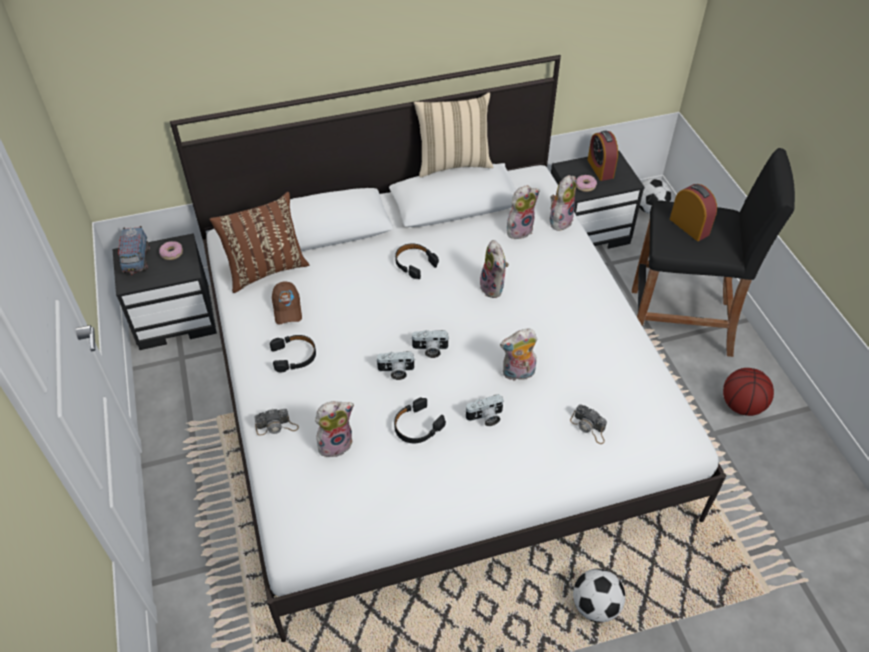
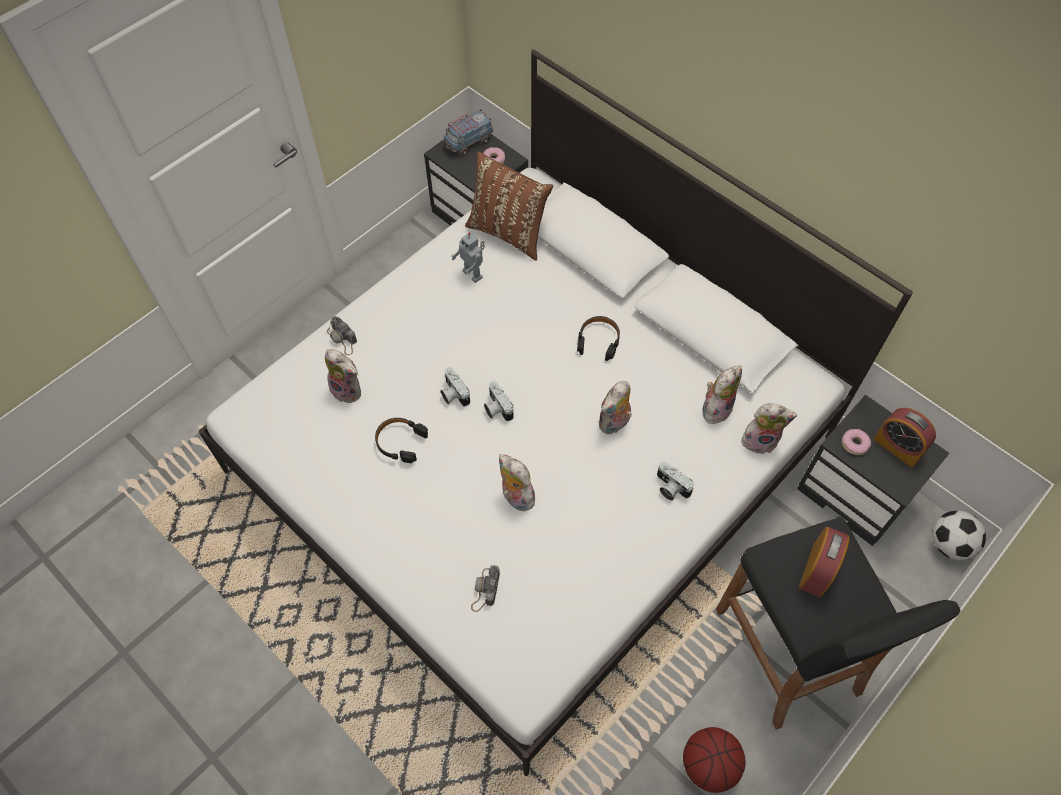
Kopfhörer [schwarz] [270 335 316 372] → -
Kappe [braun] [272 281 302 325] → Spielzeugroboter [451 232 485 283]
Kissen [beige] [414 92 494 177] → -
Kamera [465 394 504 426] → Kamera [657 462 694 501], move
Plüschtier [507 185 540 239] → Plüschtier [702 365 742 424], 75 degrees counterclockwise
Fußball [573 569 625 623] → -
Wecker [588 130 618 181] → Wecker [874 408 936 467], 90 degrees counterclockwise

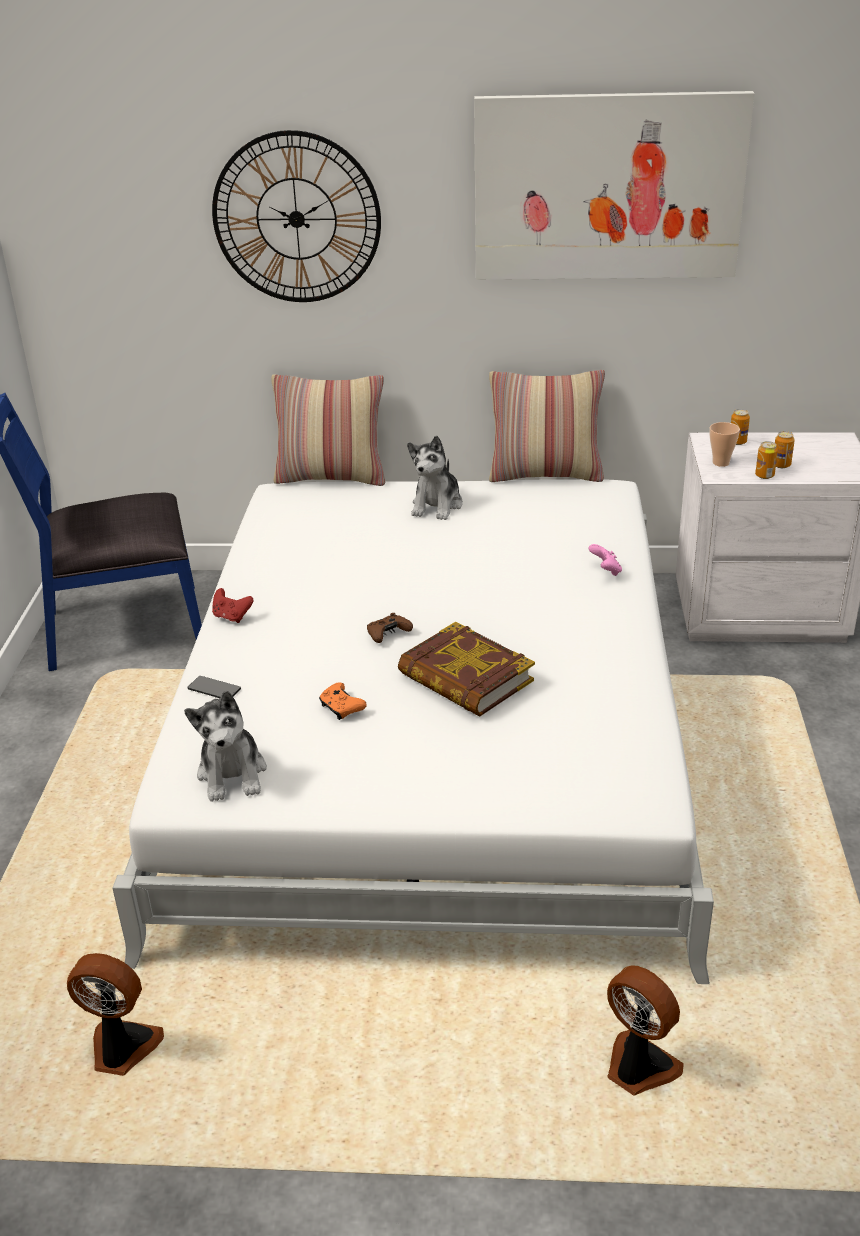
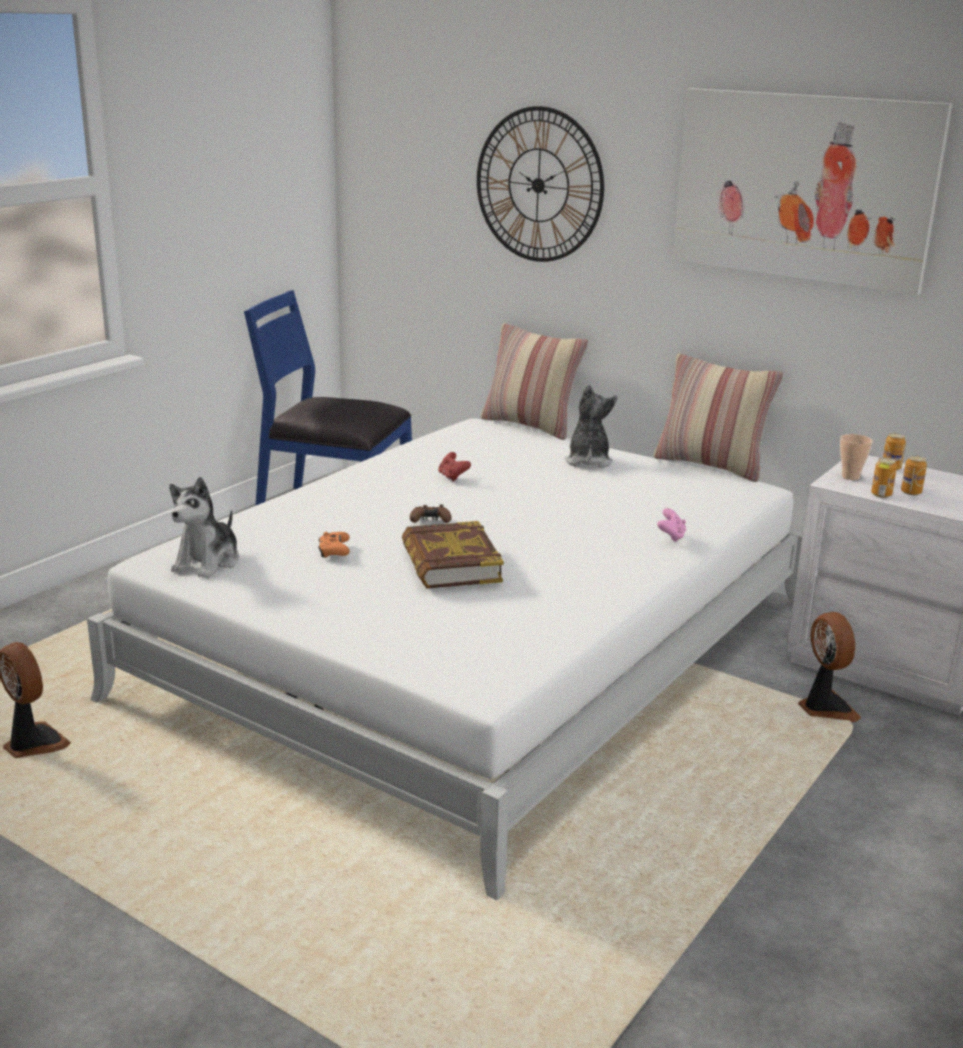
Handy [187 676 241 698] → -
Gamepad [rot] [212 588 253 623] → Gamepad [rot] [438 452 471 482], move
Plüschtier [407 436 463 520] → Plüschtier [564 384 617 468], 135 degrees clockwise
Ventilator [607 965 684 1096] → Ventilator [798 612 861 722], move

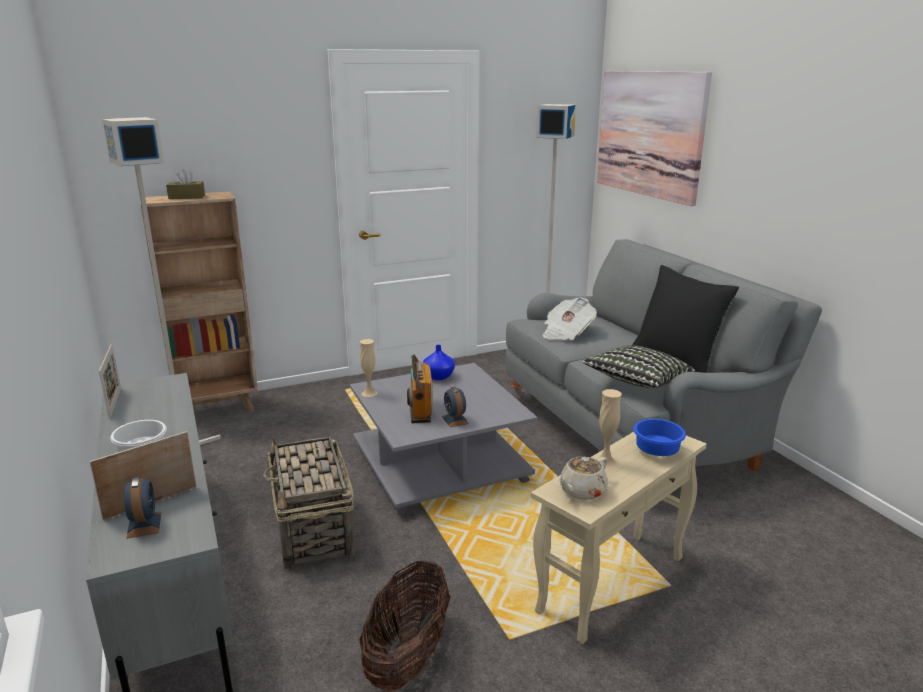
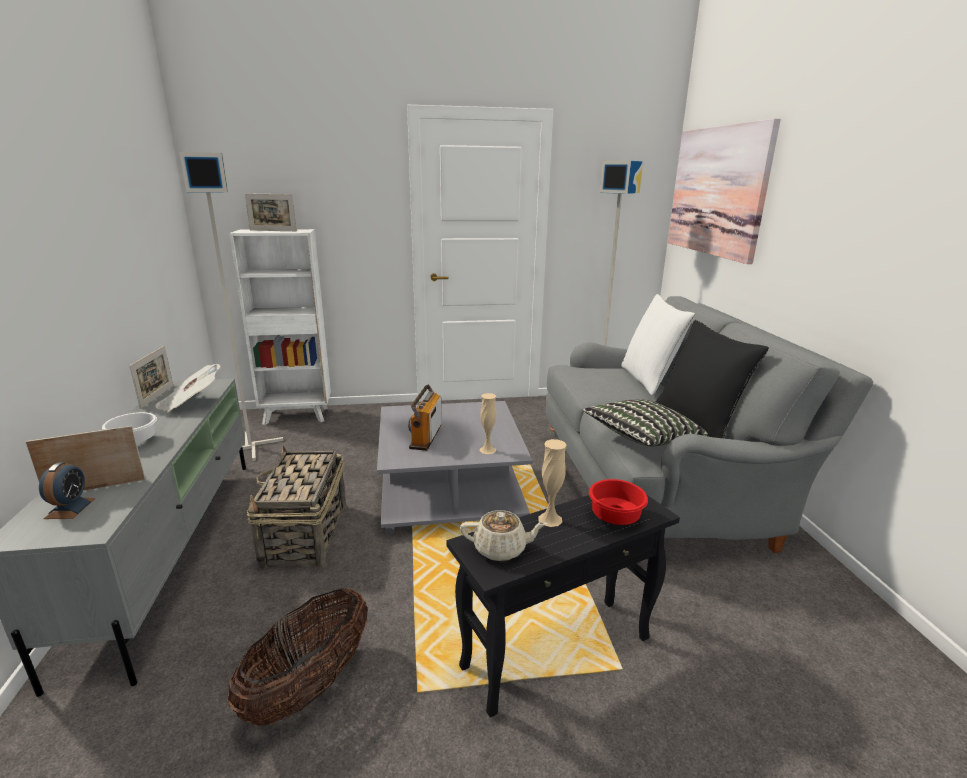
Bücherregal [braun] [140 192 258 413] → Bücherregal [weiß] [229 229 331 425]
Taschentuchbox [braun] [166 169 205 199] → Bilderrahmen [245 193 297 231]
Vase [beige] [360 339 377 397] → Vase [beige] [480 393 496 454], move
Vase [blau] [423 345 455 380] → -
Wecker [442 387 469 427] → -
Beistelltisch [beige] [531 432 707 644] → Beistelltisch [schwarz] [446 494 680 718]
Zeitung [543 298 597 340] → Zeitung [155 364 221 413], move
Teekanne [beige] [558 456 608 500] → Teekanne [beige] [460 510 547 561], 150 degrees counterclockwise
Schüssel [blau] [633 419 686 456] → Schüssel [rot] [589 479 648 525]
- → Kissen [weiß] [621 294 695 396]

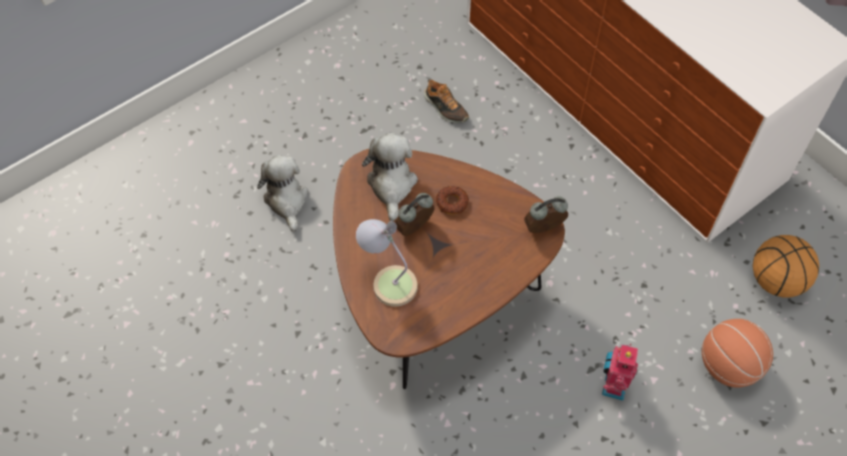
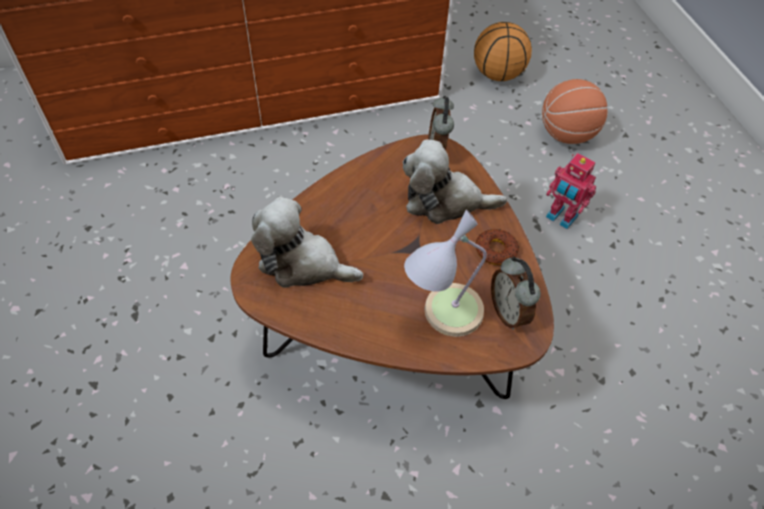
Plüschtier [257 155 309 232] → Plüschtier [403 139 507 224], move
Wecker [395 193 434 236] → Wecker [491 256 541 330], move
Schuh [424 79 469 123] → -
Donut [436 186 469 214] → Donut [476 229 519 265], move

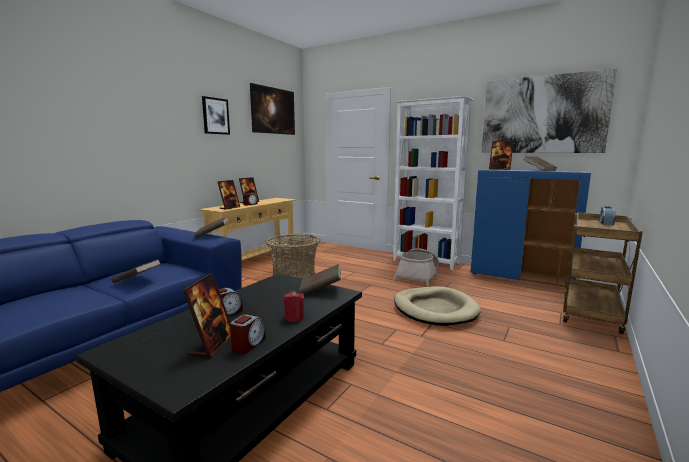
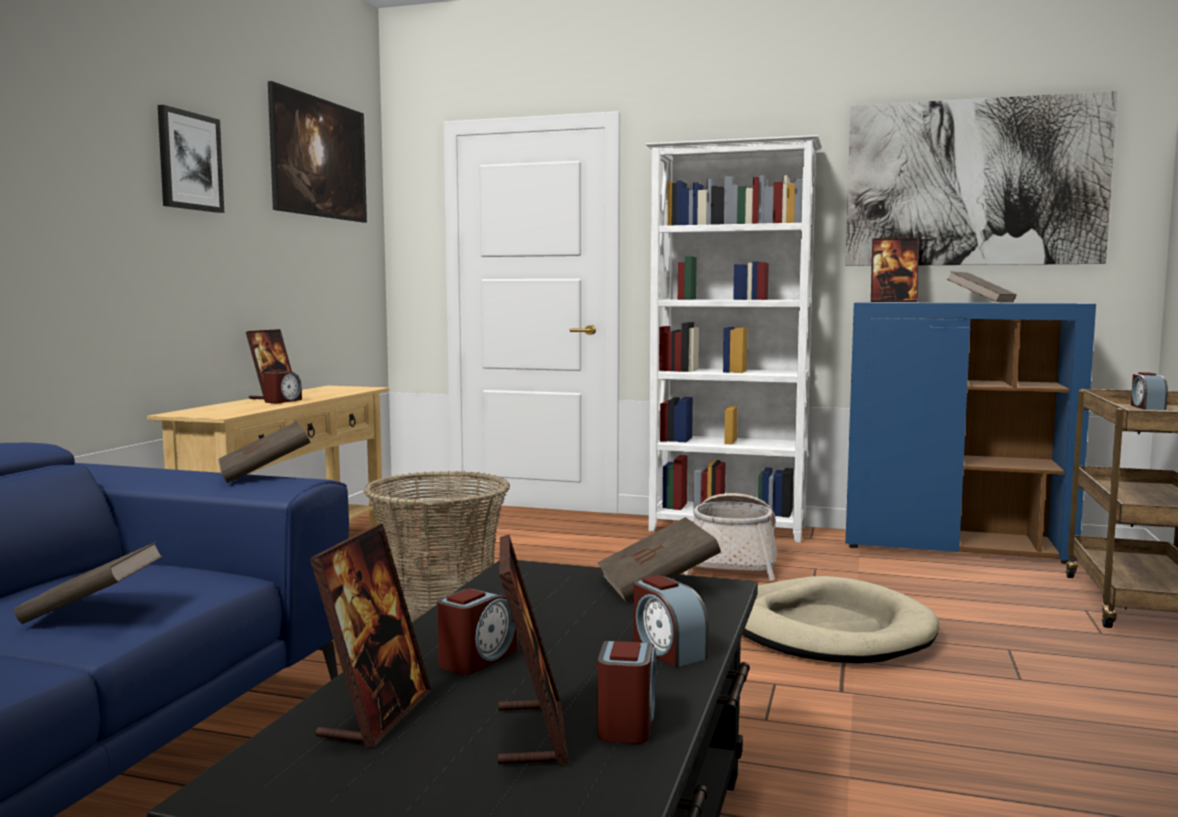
Bilderrahmen [218 180 240 210] → Bilderrahmen [310 523 431 748], move
Kerze [rot] [284 291 304 322] → Wecker [633 575 709 668]

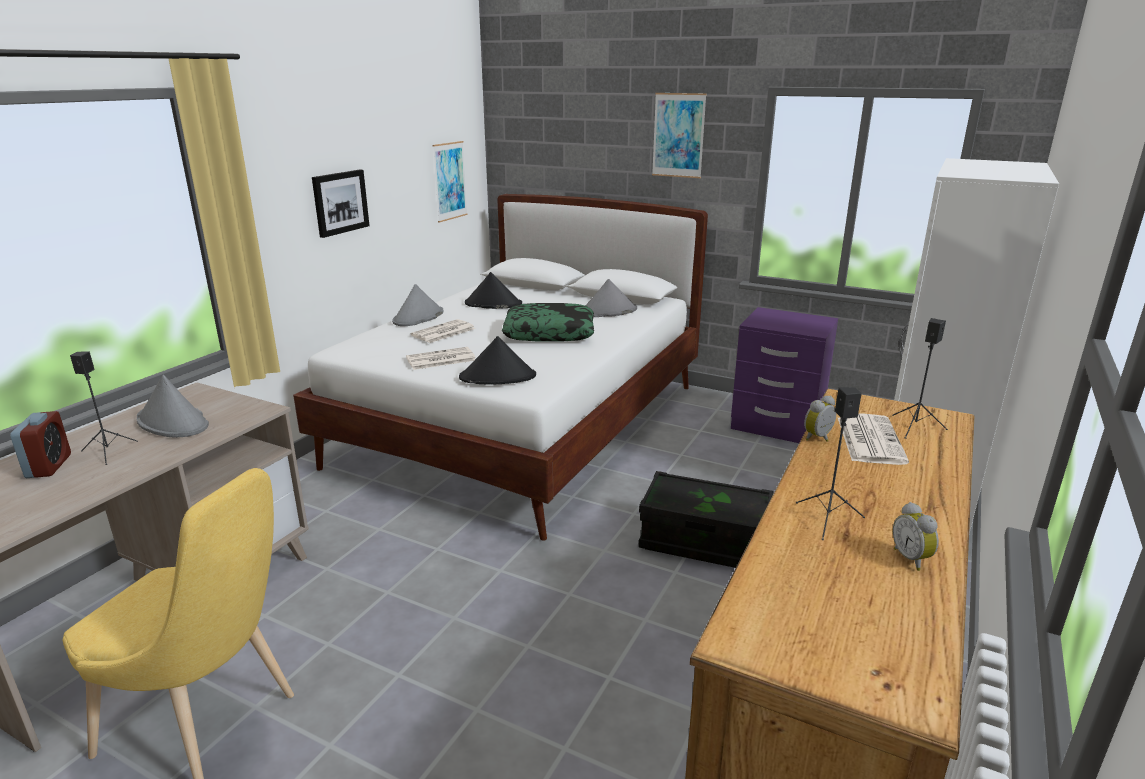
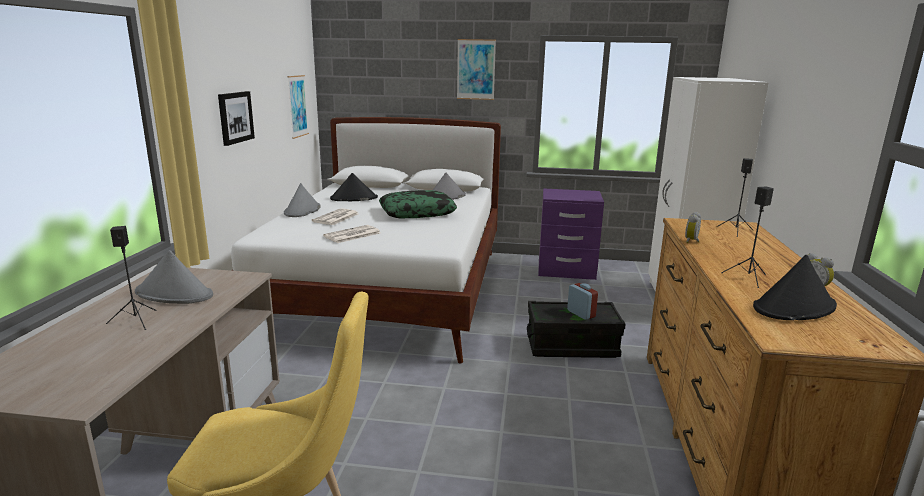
Wecker [10 411 71 478] → Wecker [567 283 598 320], move
Hut [schwarz] [459 336 536 385] → Hut [schwarz] [753 255 837 320], move
Zeitung [838 413 909 465] → -

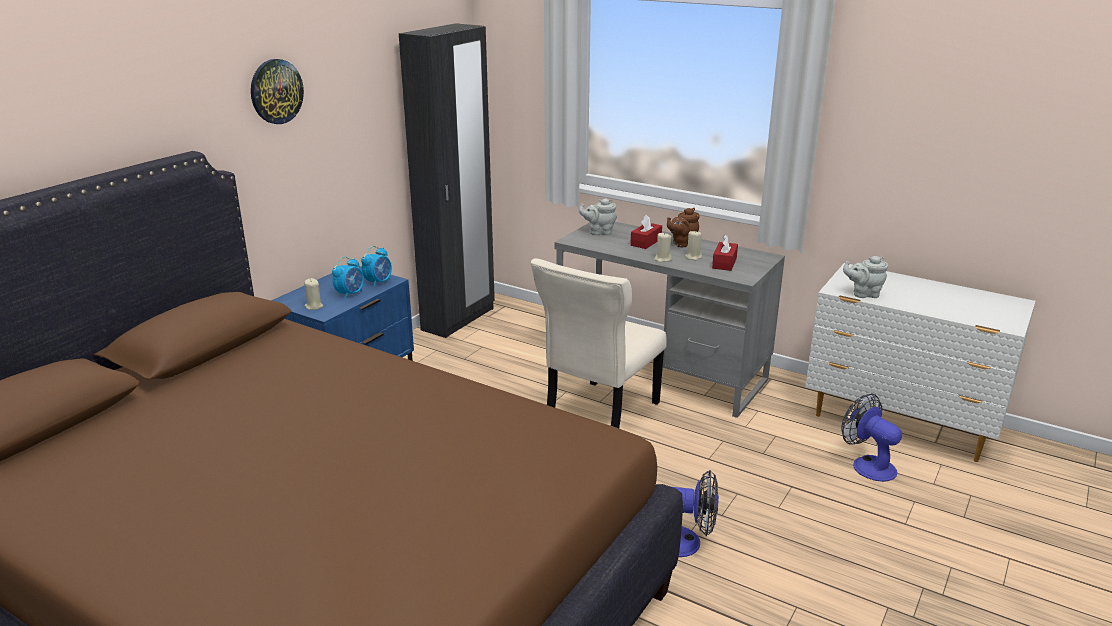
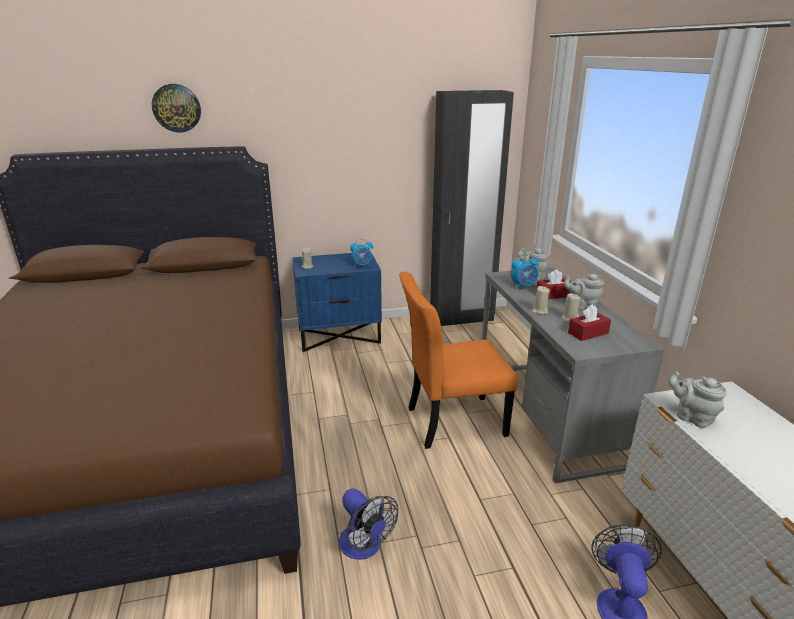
Wanduhr [251 59 304 124] → Wanduhr [152 84 201 133], move
Wecker [332 257 364 300] → Wecker [511 254 539 289], move
Stuhl [beige] [531 258 667 428] → Stuhl [orange] [399 272 518 449]
Teekanne [braun] [667 208 700 247] → Teekanne [grau] [564 274 604 309]

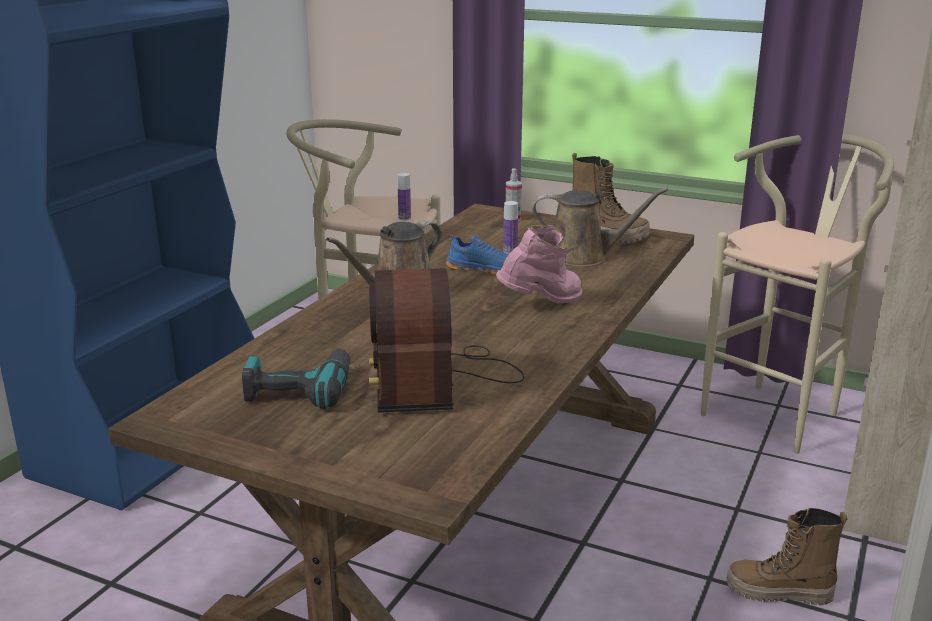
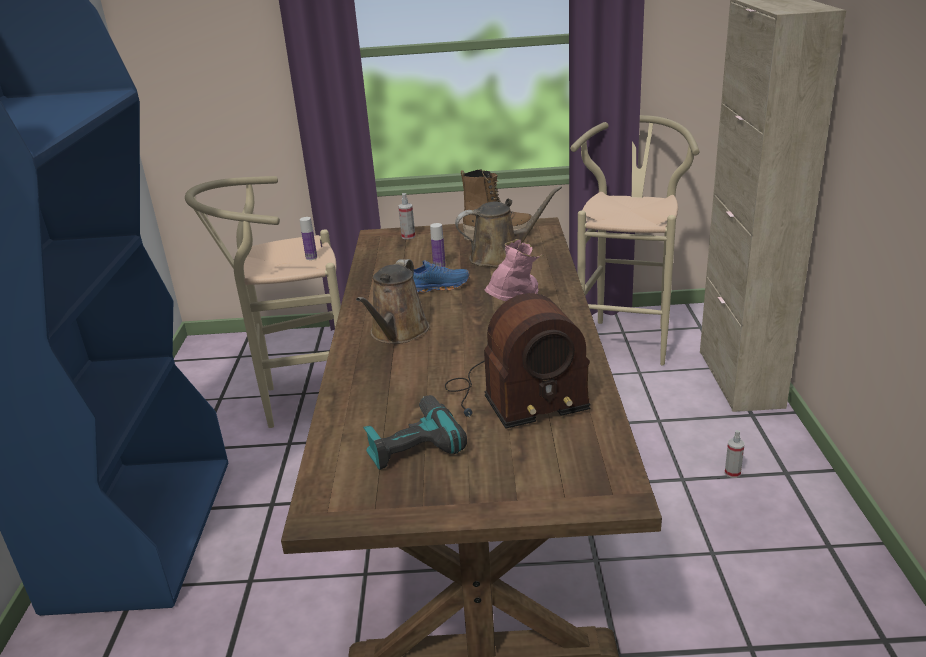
Radio [369 268 524 413] → Radio [445 293 591 429], 75 degrees counterclockwise
Stiefel [726 508 847 605] → Sprühflasche [725 430 745 478]

